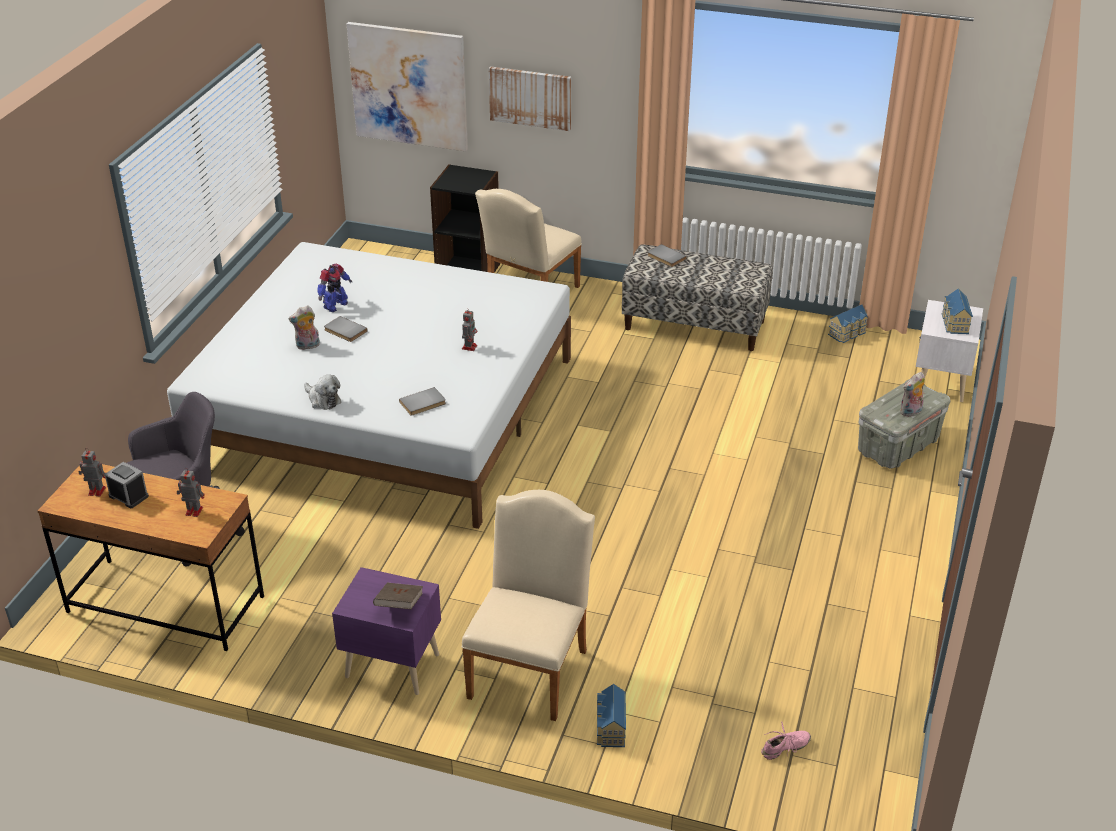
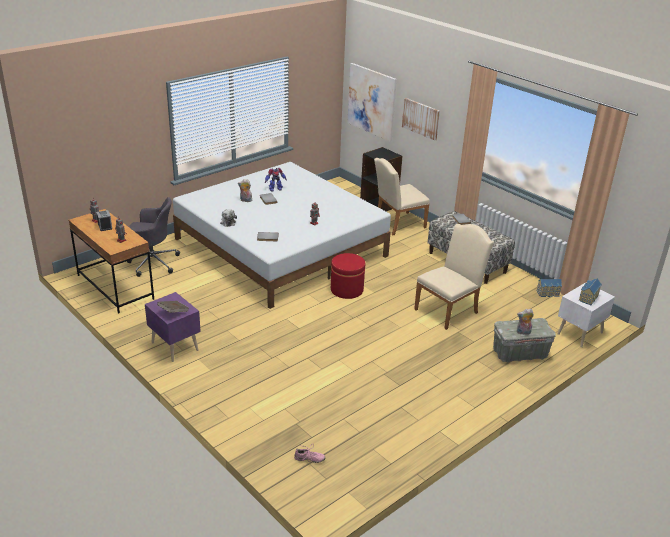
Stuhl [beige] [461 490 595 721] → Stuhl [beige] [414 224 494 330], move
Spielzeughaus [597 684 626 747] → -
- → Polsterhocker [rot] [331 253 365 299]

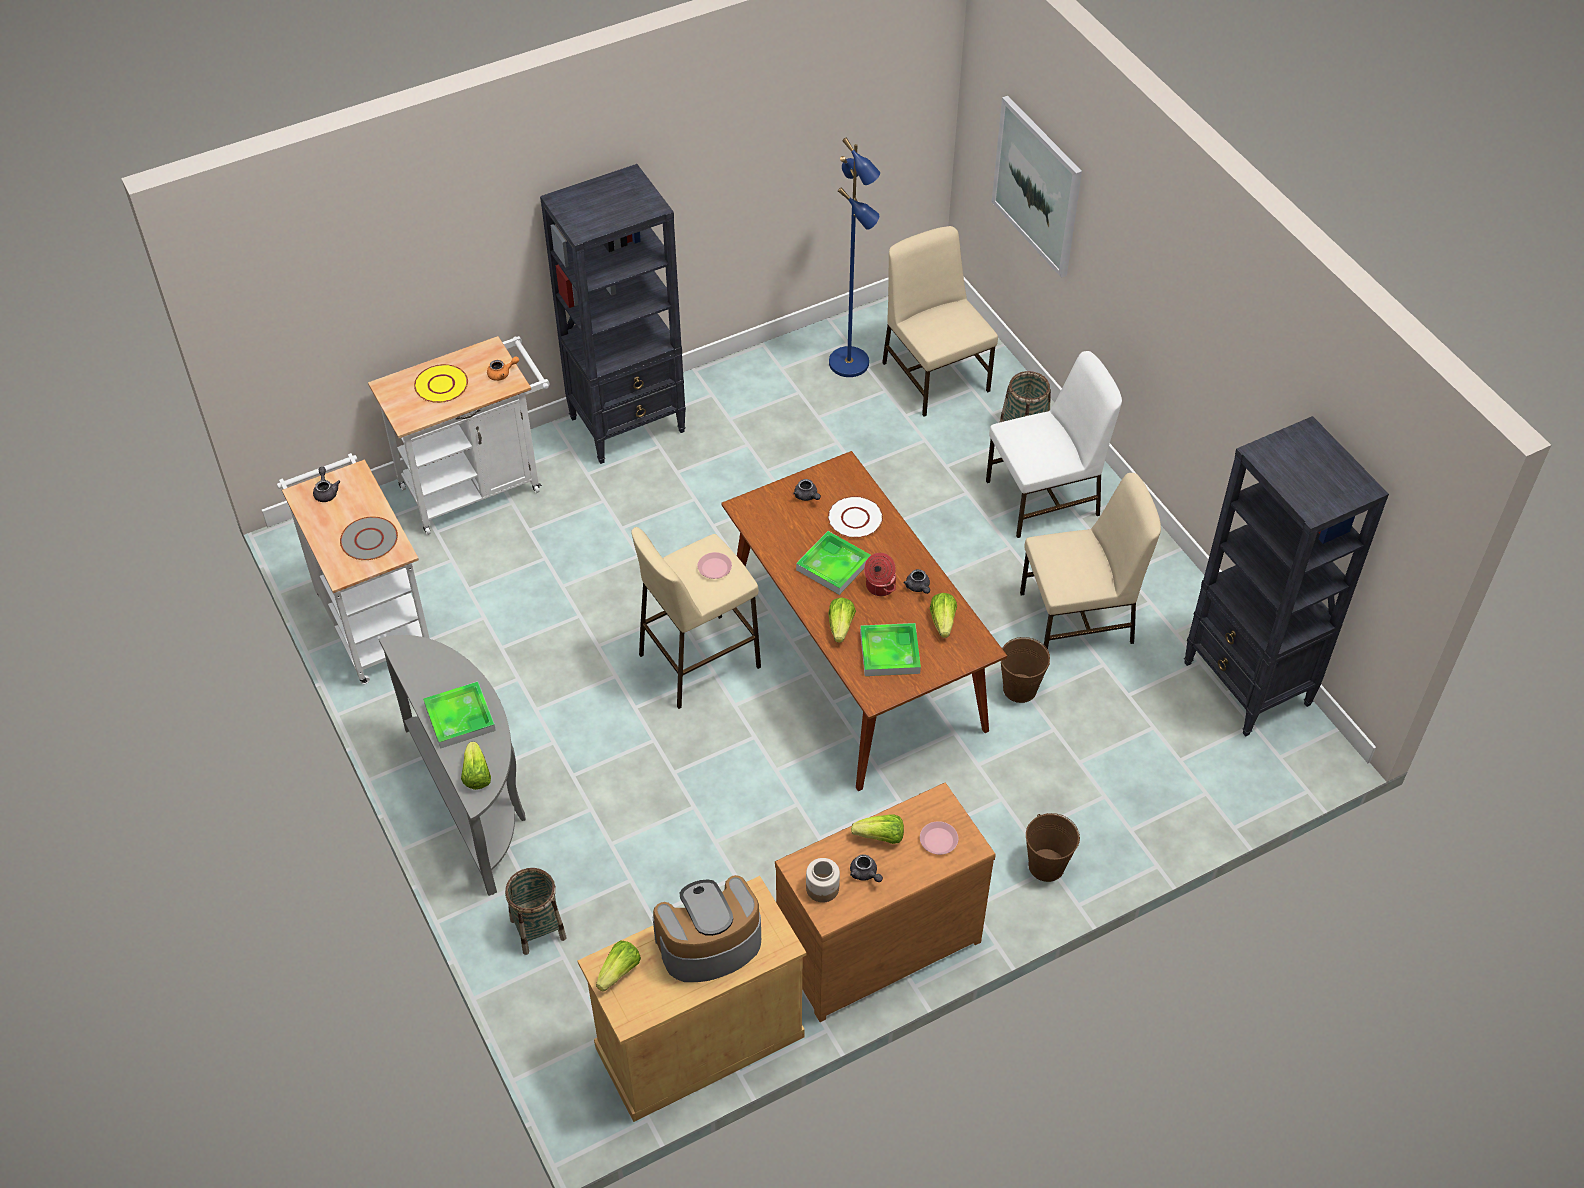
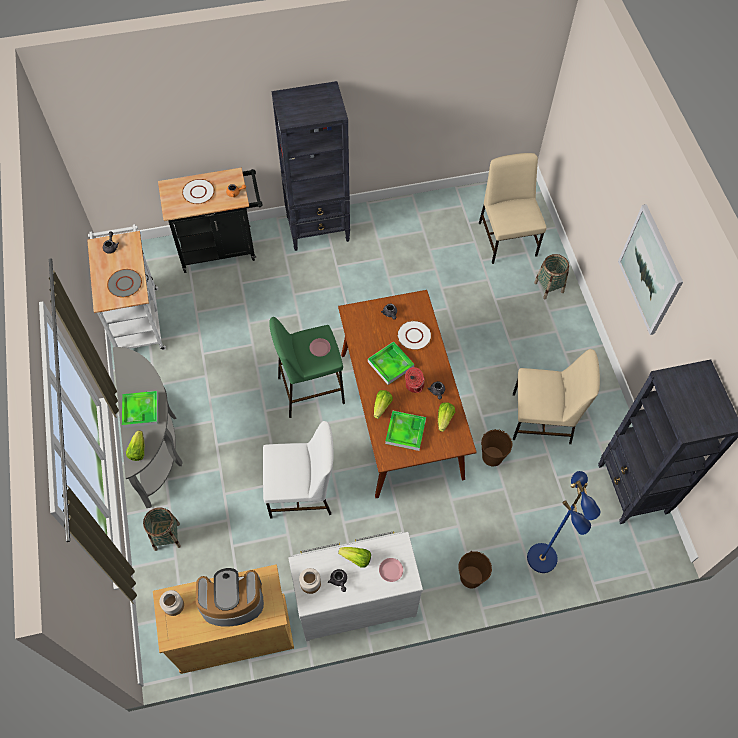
Rollwagen [weiß] [368 336 550 535] → Rollwagen [schwarz] [158 167 263 273]
Teller [gelb] [414 364 468 403] → Teller [weiß] [182 179 215 204]
Salatkopf [596 940 641 992] → Vorratsglas [160 590 184 616]
Hocker [beige] [631 527 761 709] → Hocker [grün] [269 317 345 418]
Kommode [braun] [775 783 996 1022] → Kommode [weiß] [289 531 423 641]
Stehlampe [blau] [829 137 880 377] → Stehlampe [blau] [527 471 601 573], move
Stuhl [weiß] [986 351 1122 538] → Stuhl [weiß] [263 421 334 519], move
Bild [992 96 1082 278] → Bild [618 204 683 335], move

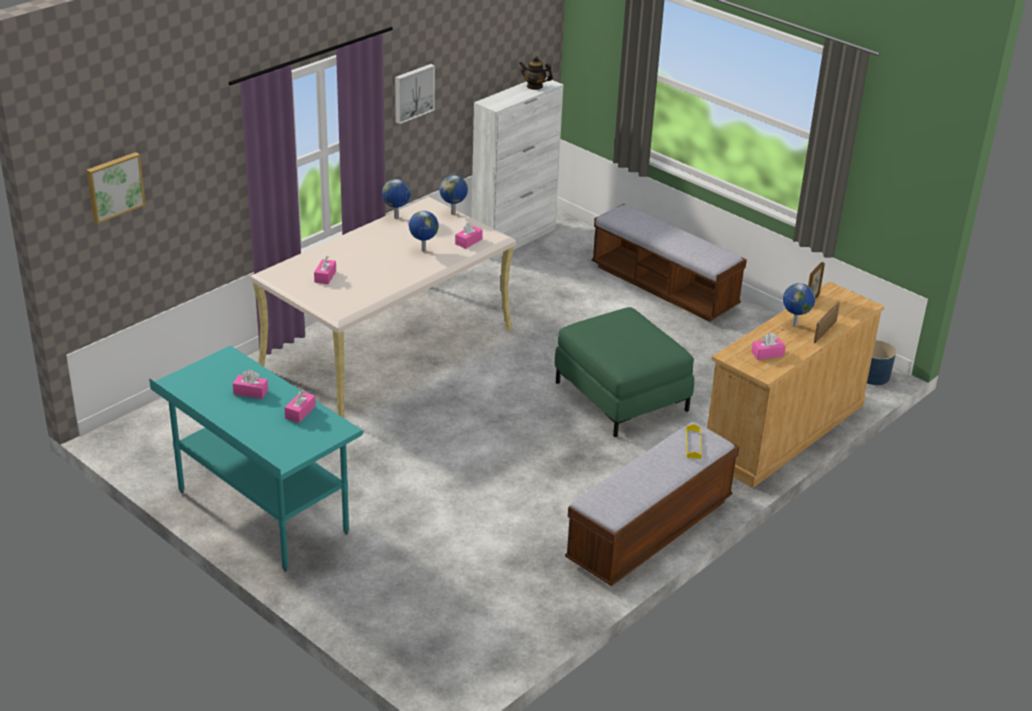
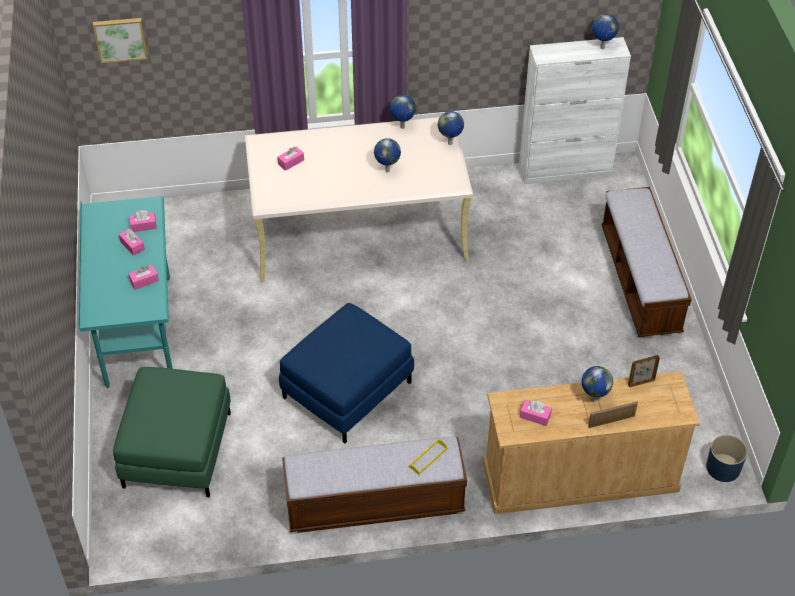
Bild [395 64 435 124] → -
Taschentuchbox [rosa] [455 222 483 249] → Taschentuchbox [rosa] [129 210 157 232], move
Teekanne [519 56 553 90] → Globus [592 14 619 49]
Polsterhocker [grün] [555 307 694 437] → Polsterhocker [grün] [113 367 231 497], move
- → Polsterhocker [blau] [279 303 414 443]

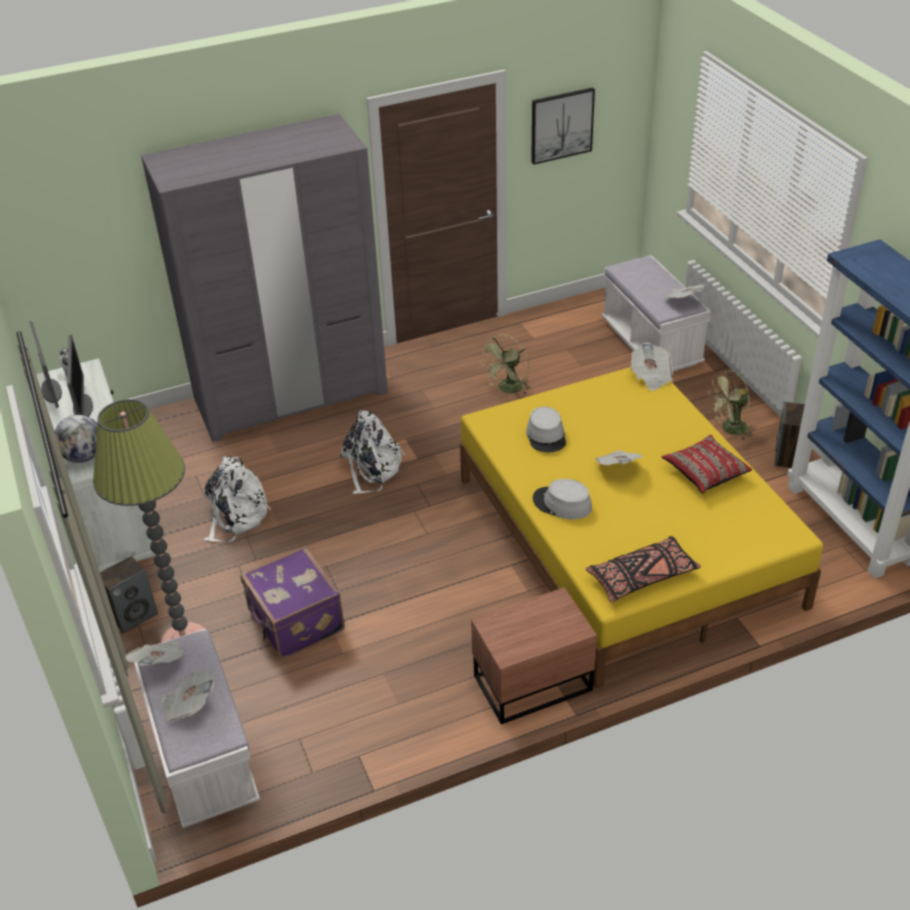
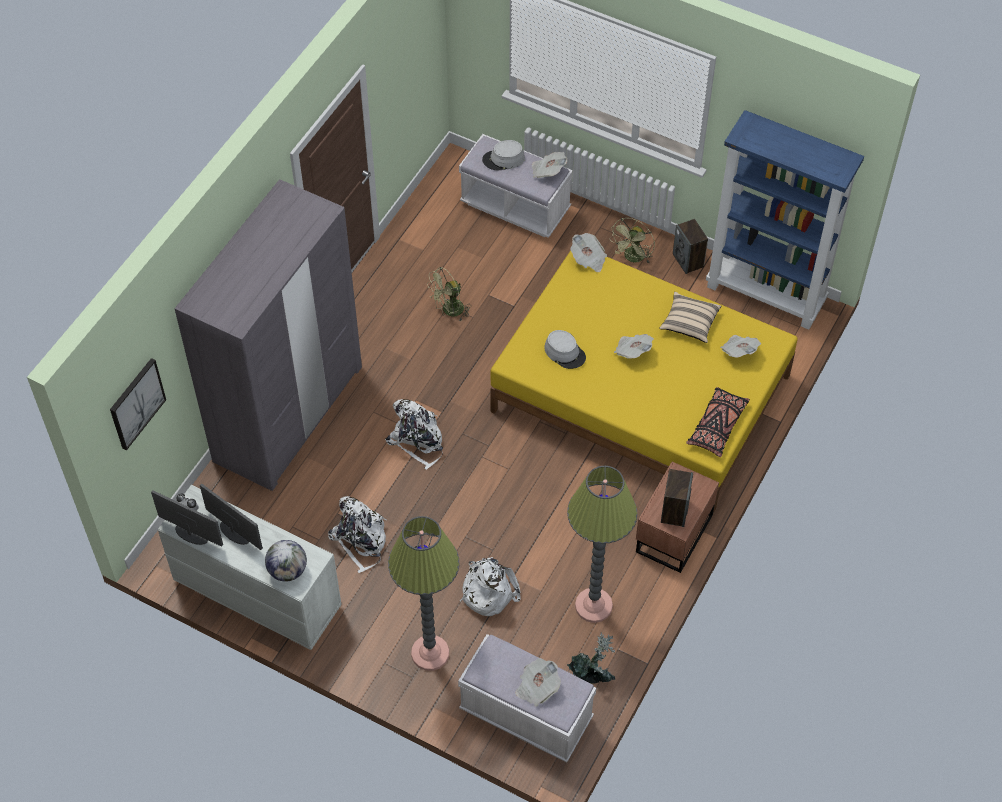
Lautsprecher [100 556 158 633] → Lautsprecher [661 469 693 527], move
Zeitung [125 642 184 666] → Zeitung [720 335 761 357], move
Koffer [lila] [241 547 345 659] → Rucksack [weiß] [460 557 521 616]
Ventilator [grün] [480 335 531 395] → Ventilator [grün] [427 267 471 322], 60 degrees clockwise
Bild [531 87 595 165] → Bild [110 358 166 450], move
Hut [grau] [533 479 592 519] → Hut [grau] [482 140 525 171], move
Kissen [rot] [661 435 752 494] → Kissen [beige] [659 292 721 343]
- → Stehlampe [567 466 637 623]
- → Topfpflanze [567 632 616 684]

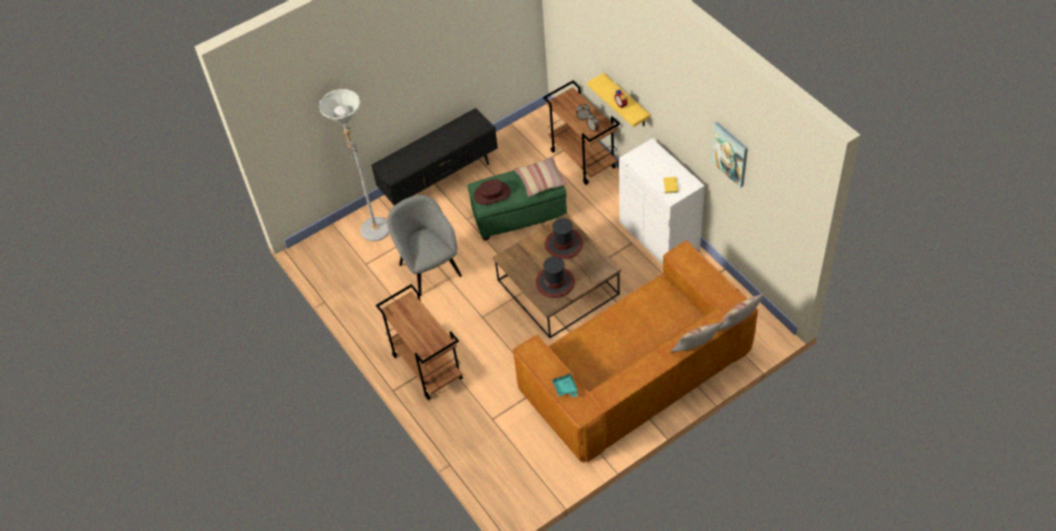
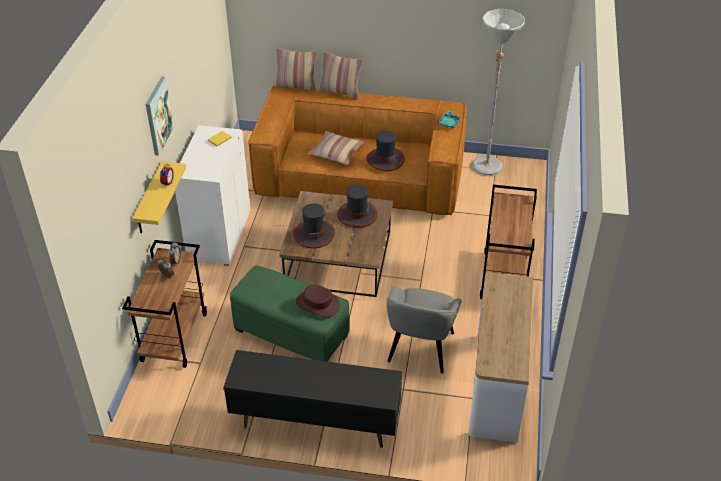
Stehlampe [grau] [319 89 389 241] → Stehlampe [grau] [472 9 525 175], move
Kissen [514 156 568 197] → Kissen [308 131 364 165], move
Bild [711 122 748 188] → Bild [146 77 174 156], move
- → Hut [366 130 405 171]
- → Konsolentisch [468 273 533 443]

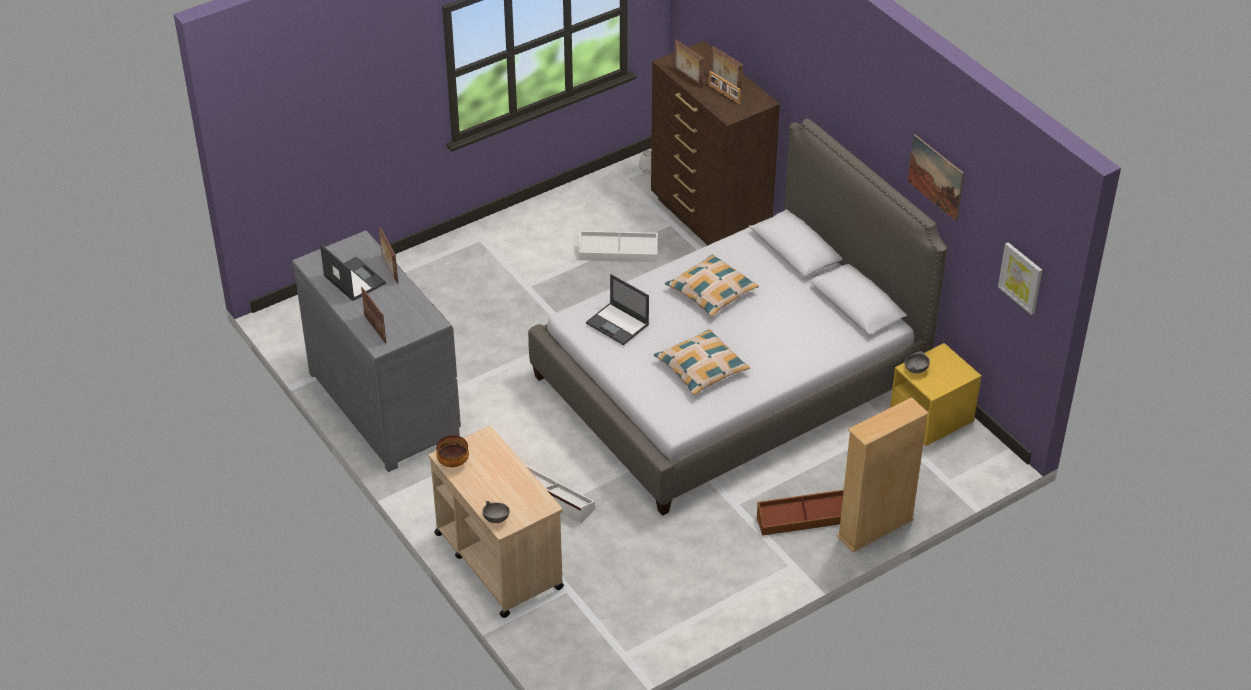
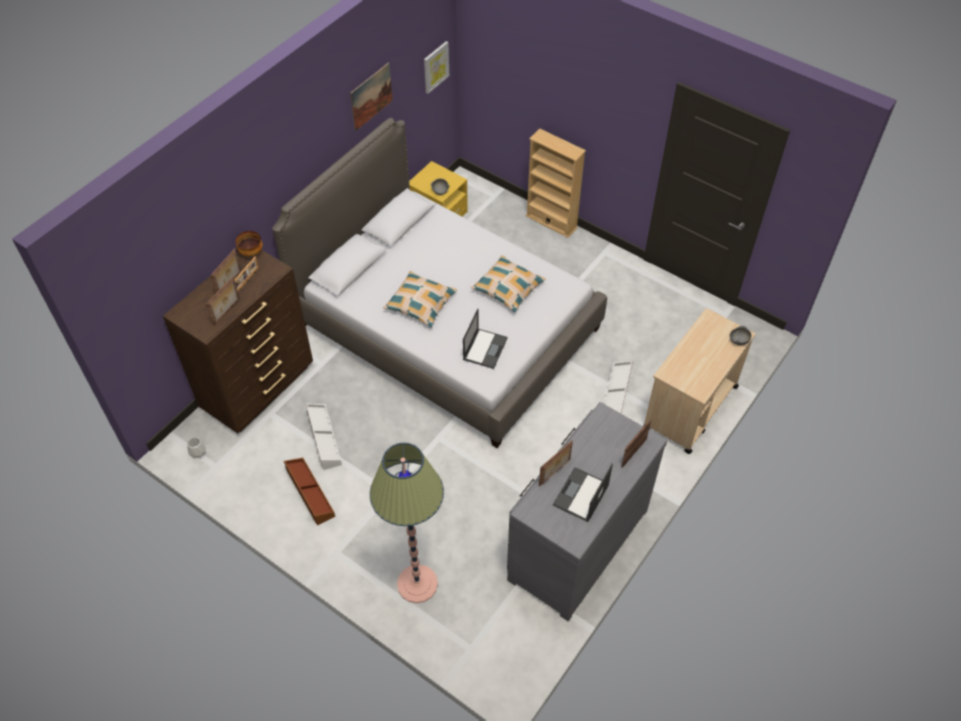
Schüssel [436 435 469 468] → Schüssel [235 231 263 256], move
Aufbewahrungsbox [braun] [757 490 844 536] → Aufbewahrungsbox [braun] [284 458 335 526], move
- → Stehlampe [370 443 444 603]

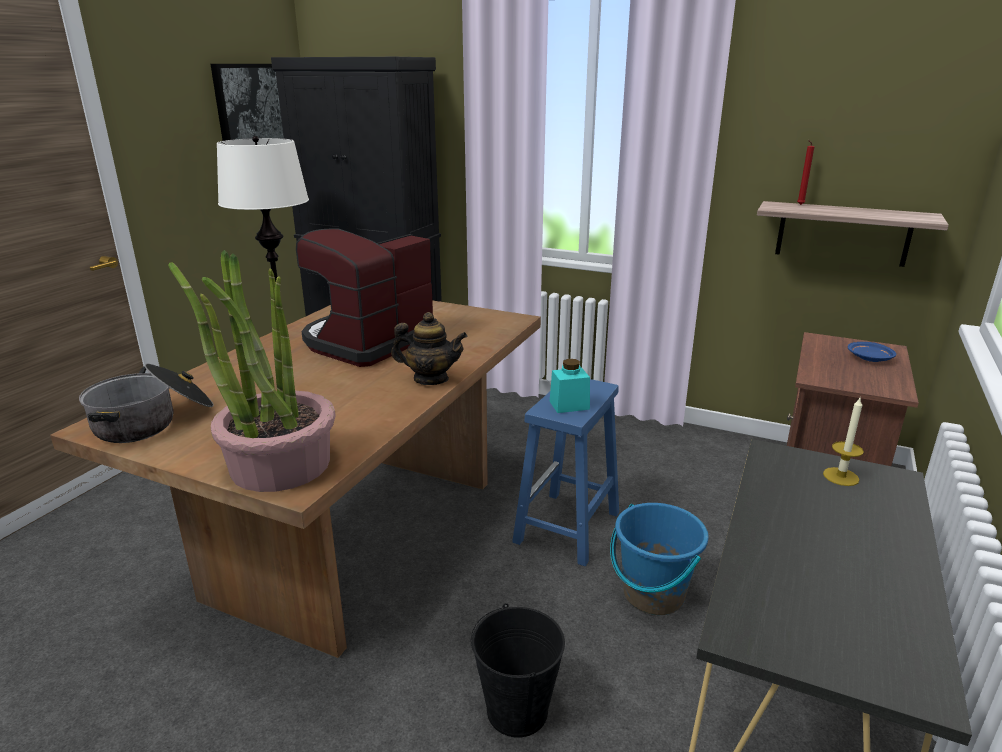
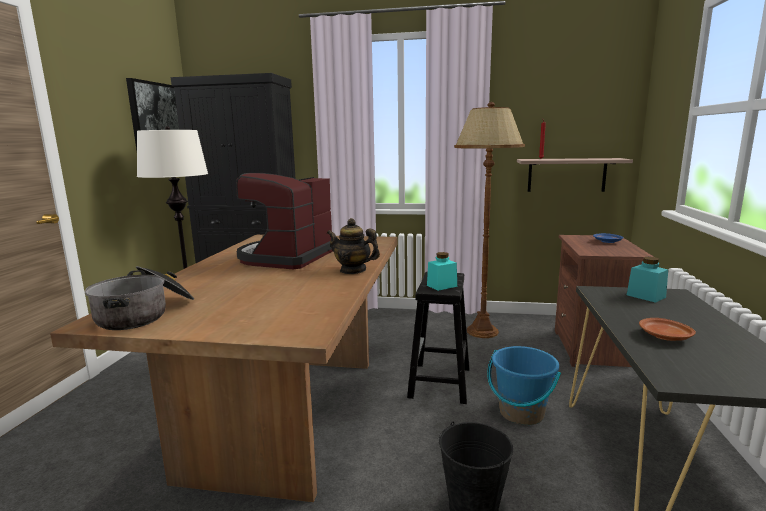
Topfpflanze [168 250 335 492] → -
Teekanne [391 312 467 385] → Teekanne [327 218 380 274], 150 degrees counterclockwise
Hocker [blau] [512 379 619 566] → Hocker [schwarz] [407 272 470 404]
Kerze [823 396 864 486] → Vorratsglas [türkis] [627 257 668 303]
- → Stehlampe [braun] [454 102 525 338]
- → Teller [braun] [639 318 696 341]

